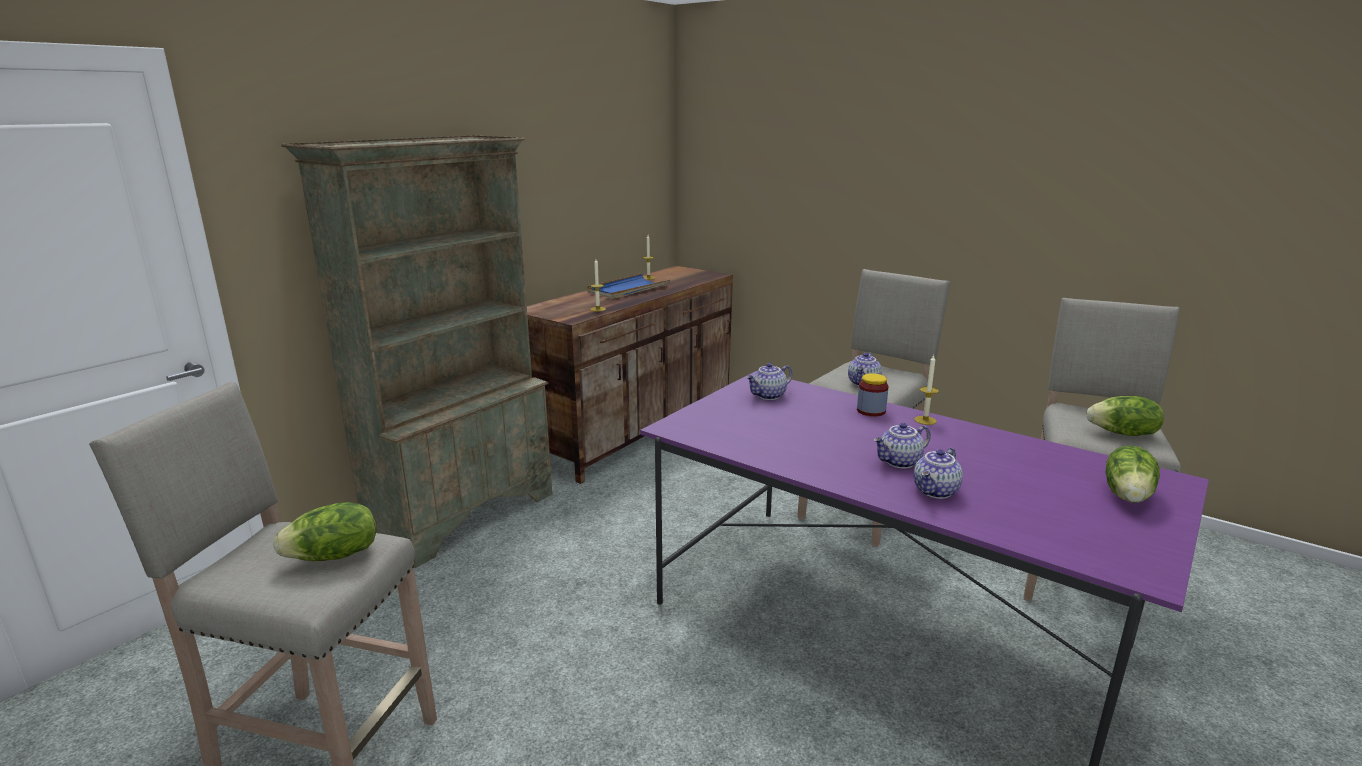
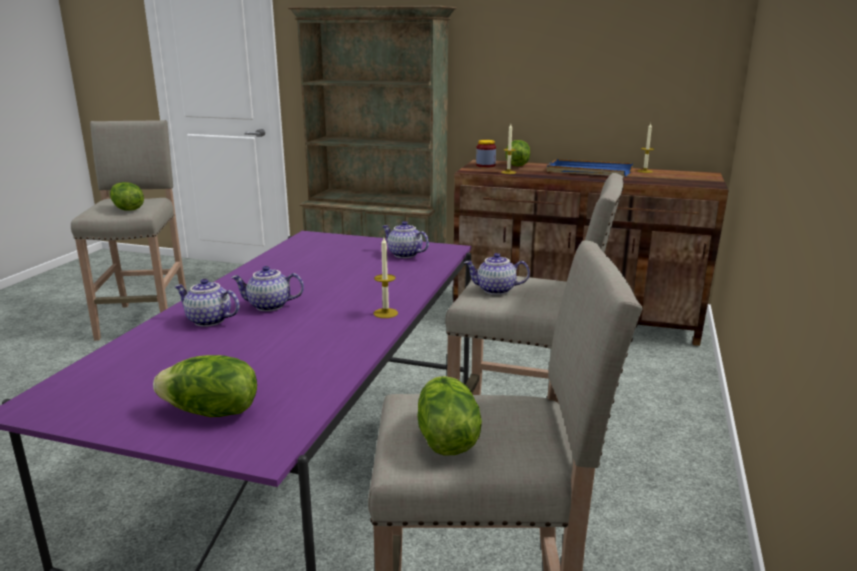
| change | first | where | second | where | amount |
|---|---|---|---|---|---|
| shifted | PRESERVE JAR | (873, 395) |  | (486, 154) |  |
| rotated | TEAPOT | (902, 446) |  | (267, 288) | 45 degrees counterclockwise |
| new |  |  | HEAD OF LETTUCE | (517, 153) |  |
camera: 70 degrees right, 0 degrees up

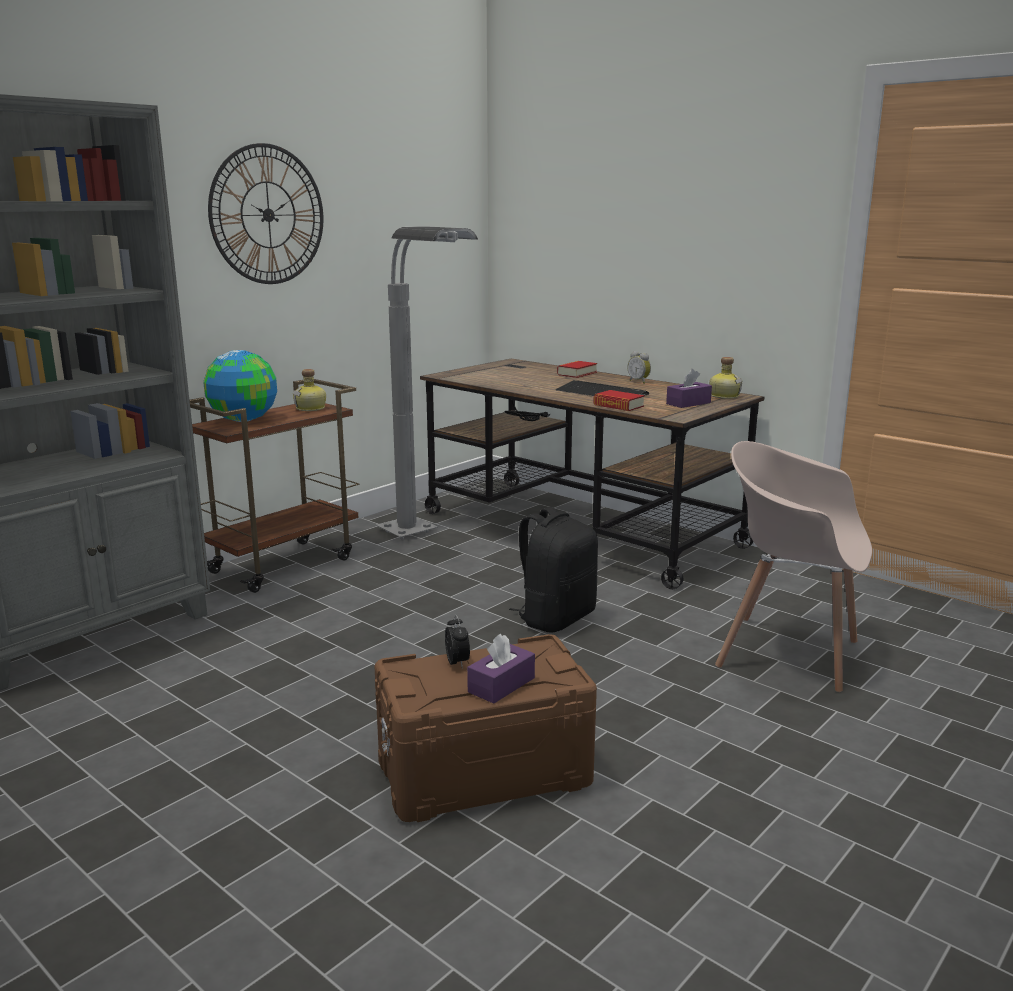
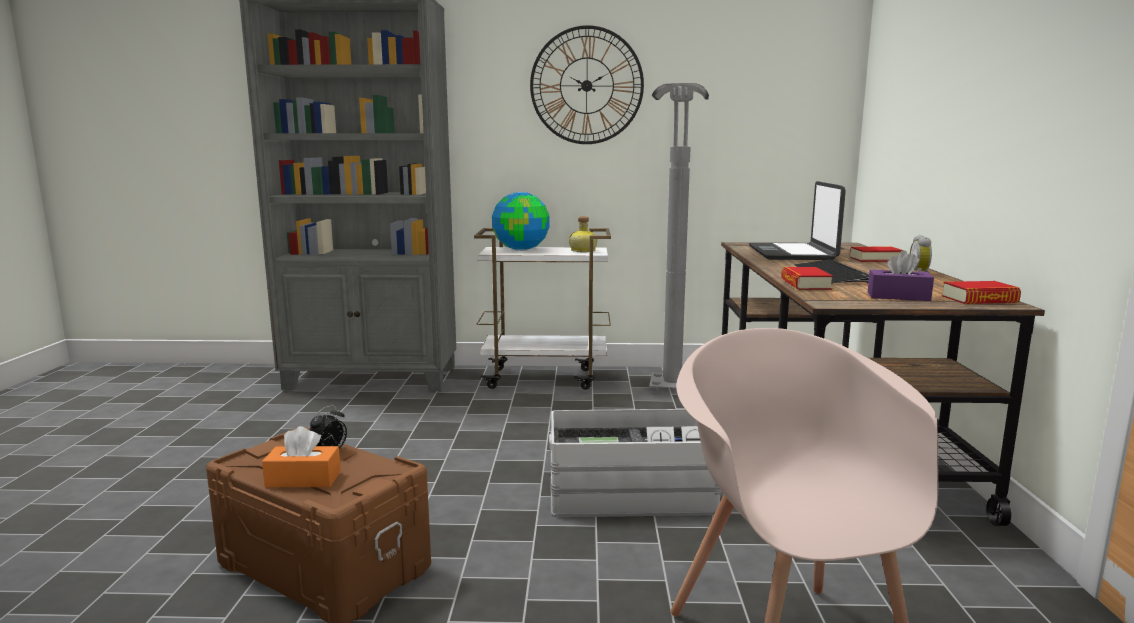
| change | first | where | second | where | amount |
|---|---|---|---|---|---|
| swapped | BOTTLE | (726, 378) | BOUND BOOK | (981, 292) |  |
| repainted | BROWN-COLOURED CART | (274, 486) | WHITISH CART | (542, 309) |  |
| swapped | BLACK BACKPACK | (553, 569) | GREY STORAGE BOX | (635, 463) |  |
| repainted | PURPLISH TISSUE HOLDER | (501, 668) | ORANGE-COLOURED TISSUE HOLDER | (301, 456) |  |
| new |  |  | PORTABLE COMPUTER | (797, 220) |  |
camera: 50 degrees right, 5 degrees down

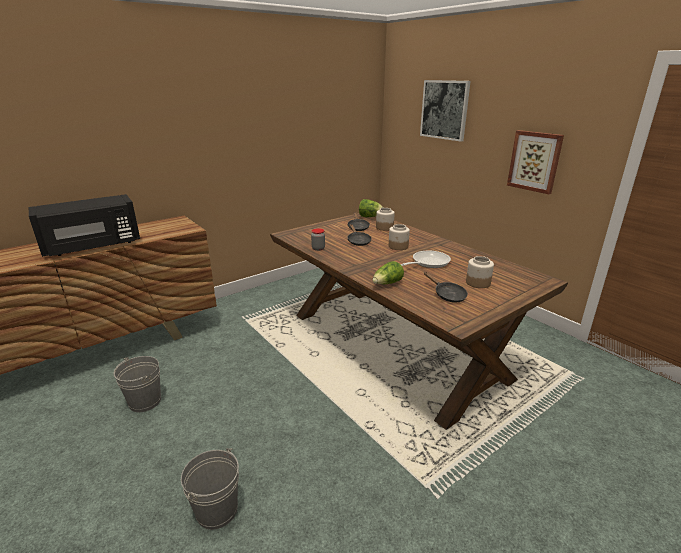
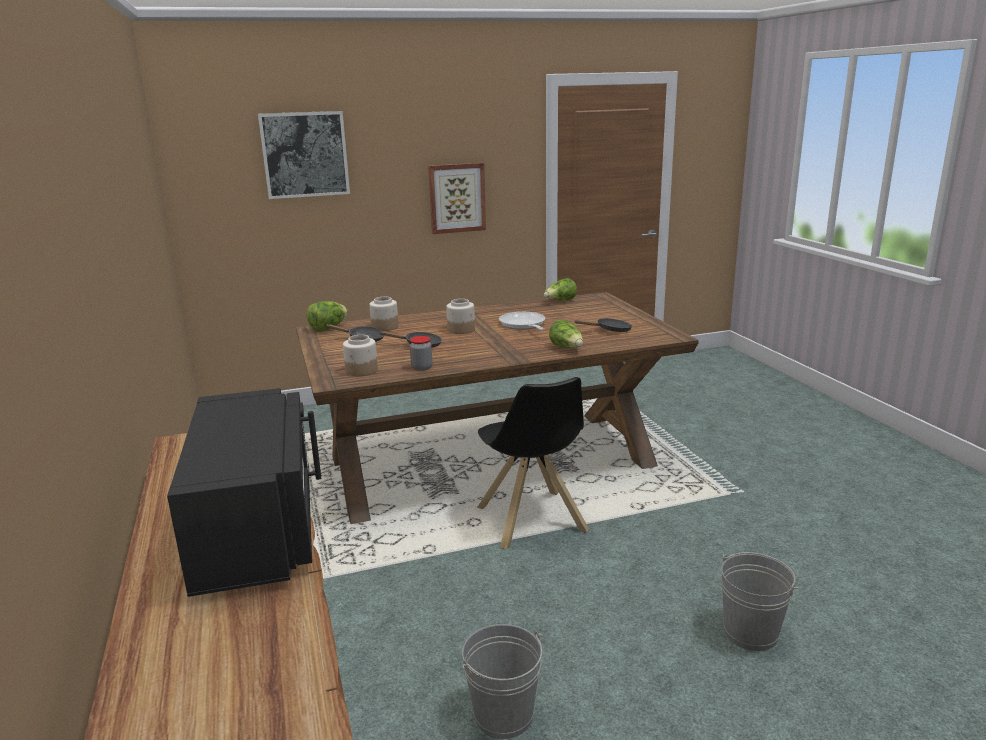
| change | first | where | second | where | amount |
|---|---|---|---|---|---|
| shifted | PRESERVE JAR | (480, 272) |  | (360, 355) |  |
| new |  |  | HEAD OF LETTUCE | (560, 289) |  |
| new |  |  | BLACK CHAIR | (533, 463) |  |
camera: 70 degrees left, 5 degrees down

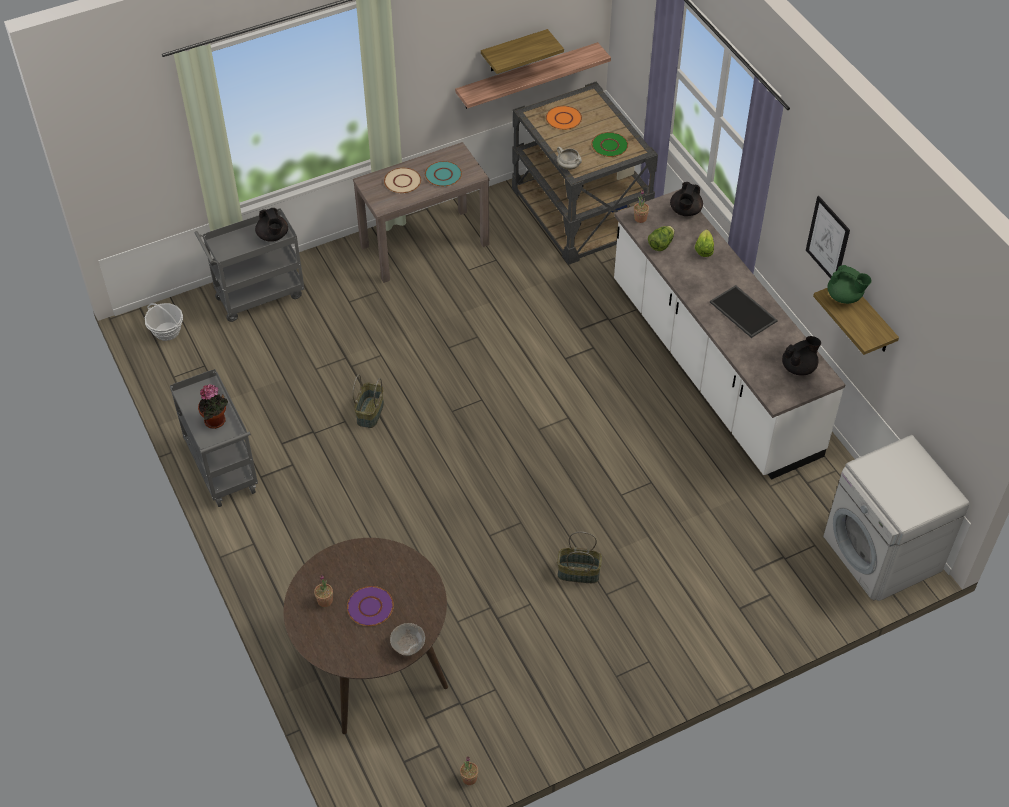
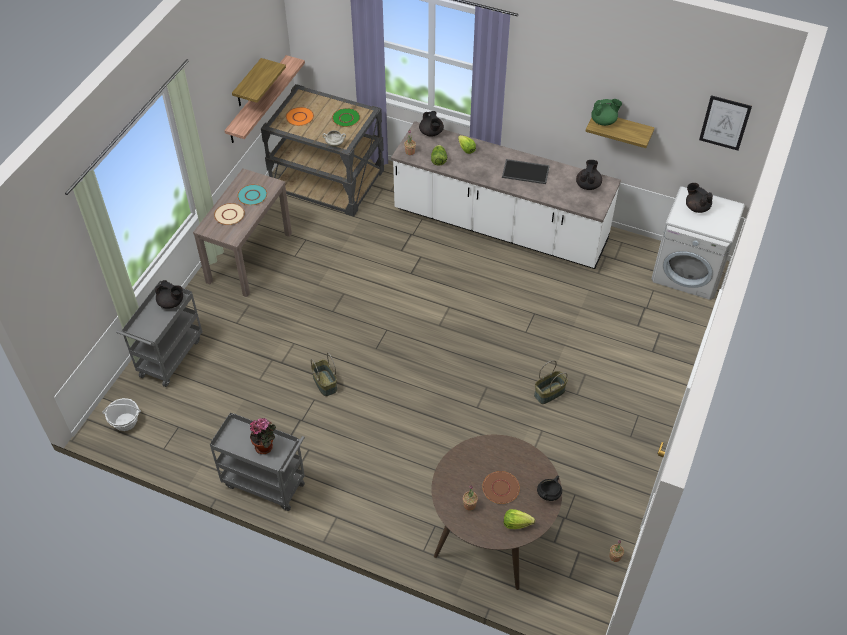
| change | first | where | second | where | amount |
|---|---|---|---|---|---|
| shifted | PICTURE | (828, 237) |  | (725, 123) |  |
| repainted | PURPLISH FLAT DISH | (370, 606) | BROWN-COLOURED FLAT DISH | (501, 487) |  |
| swapped | GREY SERVING BOWL | (407, 639) | BLACK COOKING POT | (549, 488) |  |
| new |  |  | BLACK TEAPOT | (699, 198) |  |
| new |  |  | HEAD OF LETTUCE | (519, 519) |  |
camera: 40 degrees left, 0 degrees up

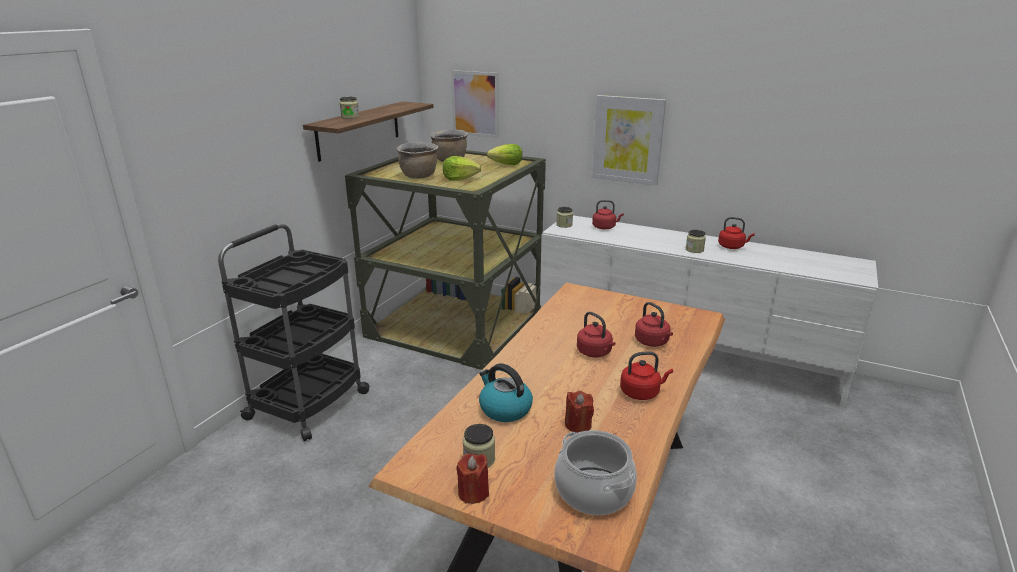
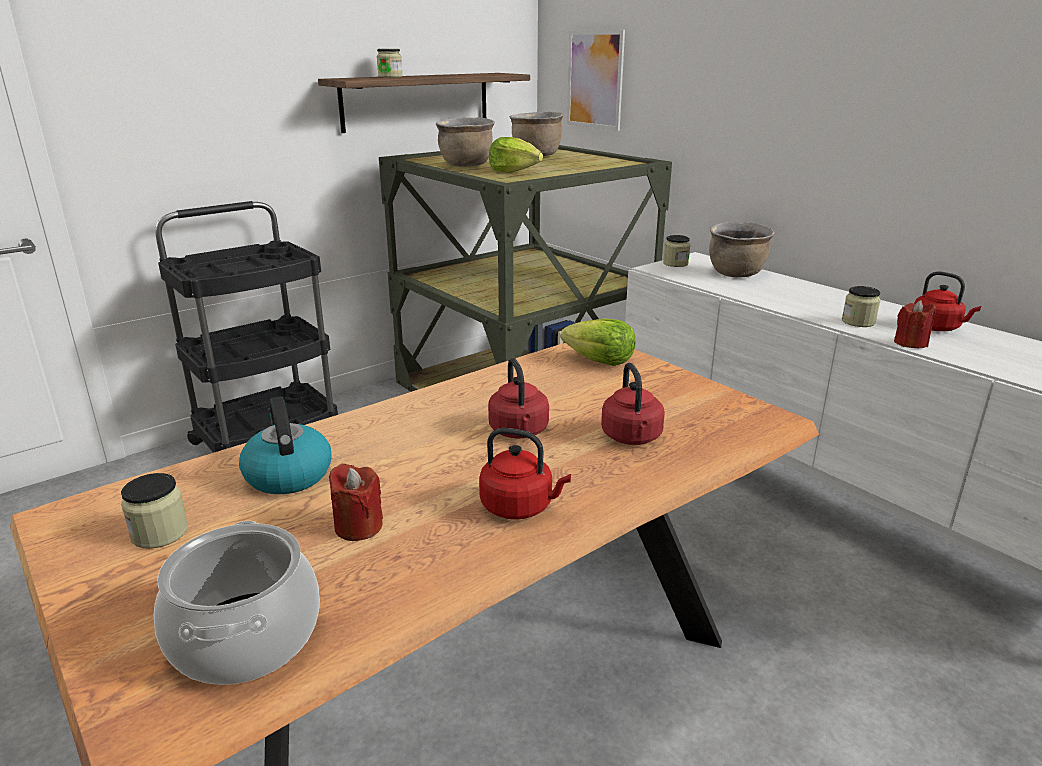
| change | first | where | second | where | amount |
|---|---|---|---|---|---|
| gone | PICTURE | (629, 140) |  |  |  |
| shifted | HEAD OF LETTUCE | (504, 154) |  | (598, 342) |  |
| swapped | RED-COLOURED WATER KETTLE | (608, 214) | BROWN-COLOURED COOKING POT | (742, 249) |  |
| shifted | RED-COLOURED WAX CANDLE | (472, 478) |  | (915, 324) |  |
camera: 25 degrees right, 0 degrees up

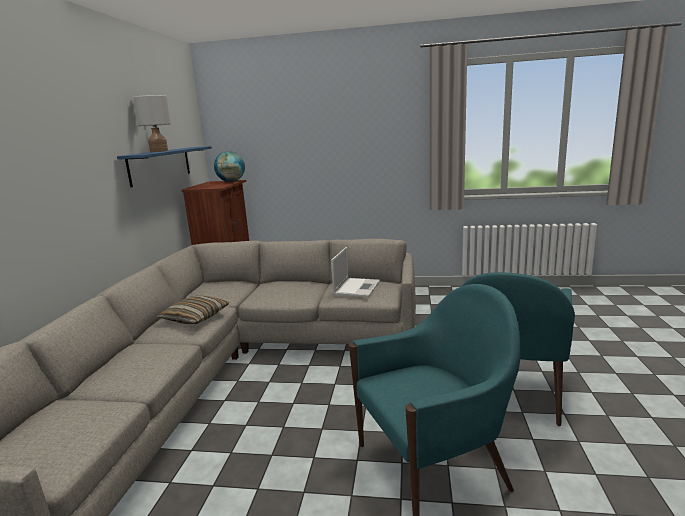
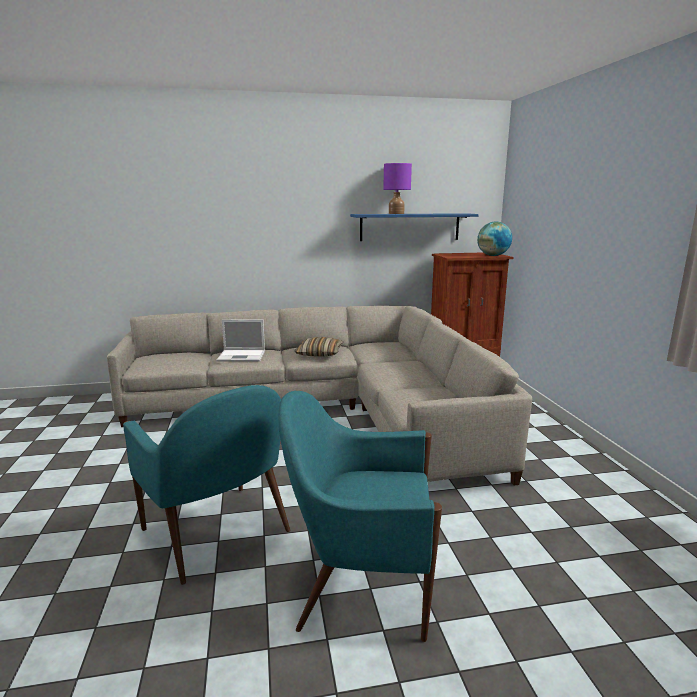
| change | first | where | second | where | amount |
|---|---|---|---|---|---|
| repainted | GREY TABLE LAMP | (152, 123) | PURPLISH TABLE LAMP | (397, 188) |  |
| shifted | PORTABLE COMPUTER | (355, 272) |  | (240, 341) |  |
camera: 70 degrees right, 0 degrees up

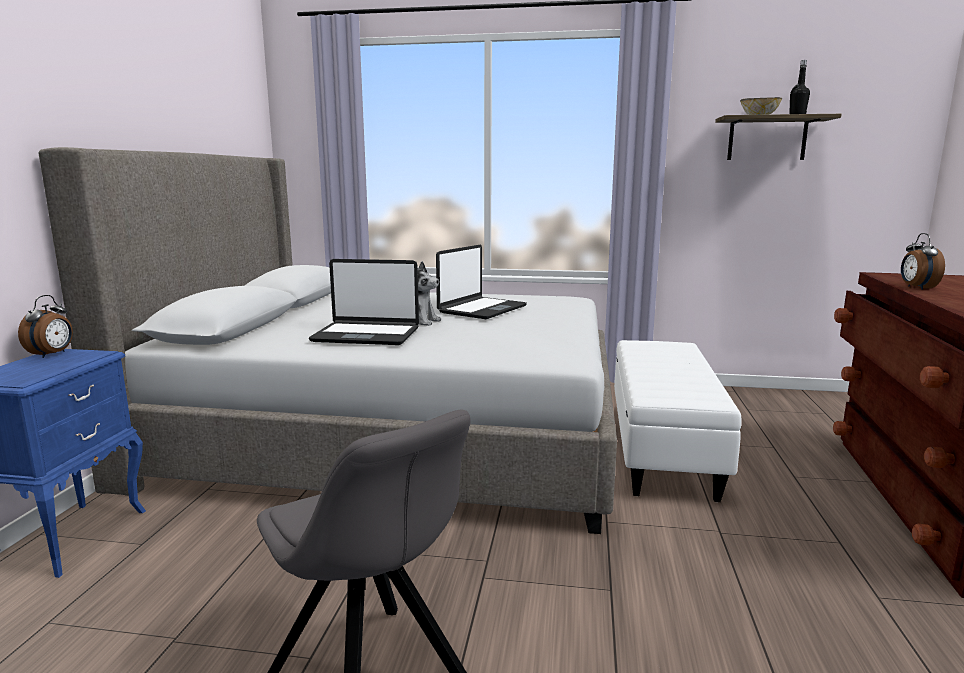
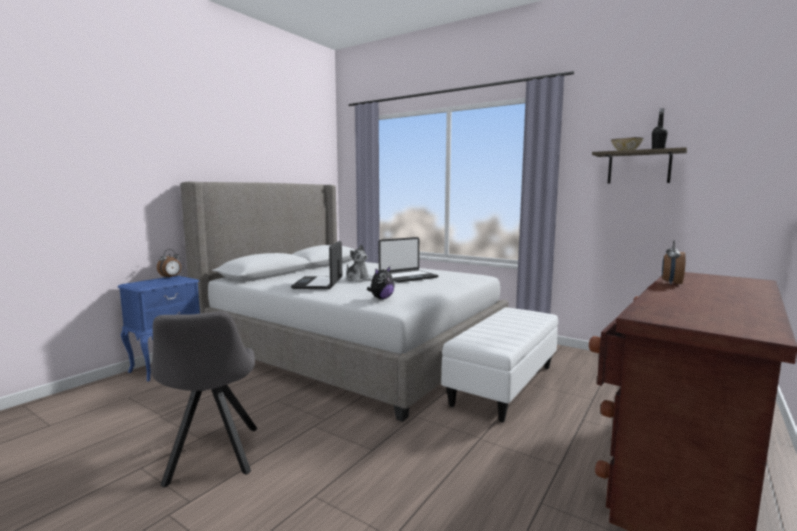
| change | first | where | second | where | amount |
|---|---|---|---|---|---|
| rotated | PORTABLE COMPUTER | (364, 302) |  | (317, 265) | 60 degrees clockwise |
| new |  |  | CUDDLY TOY | (380, 283) |  |
camera: 25 degrees right, 5 degrees down

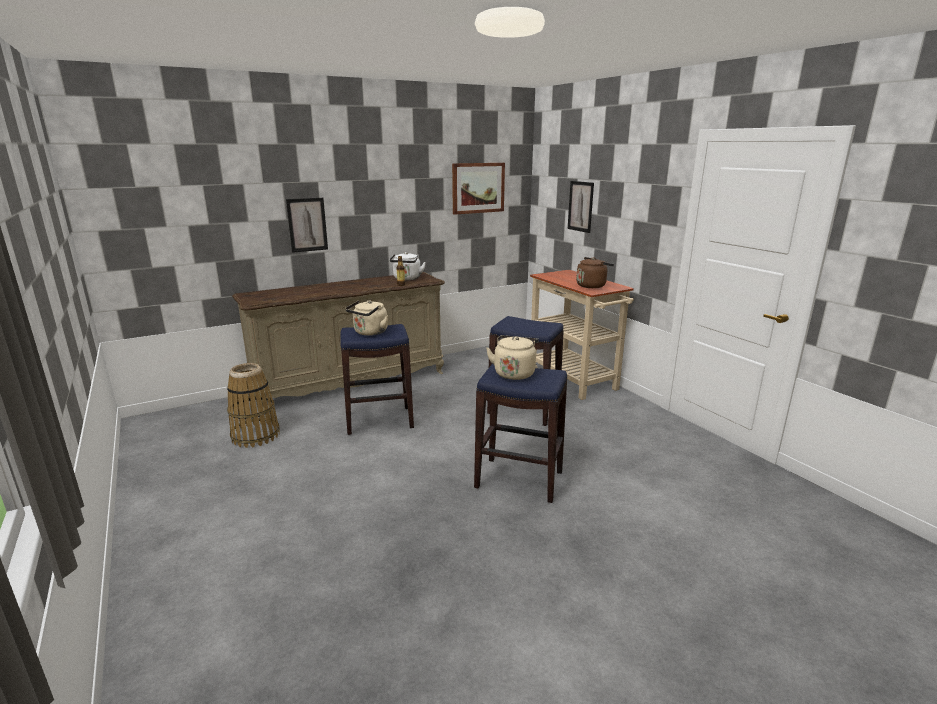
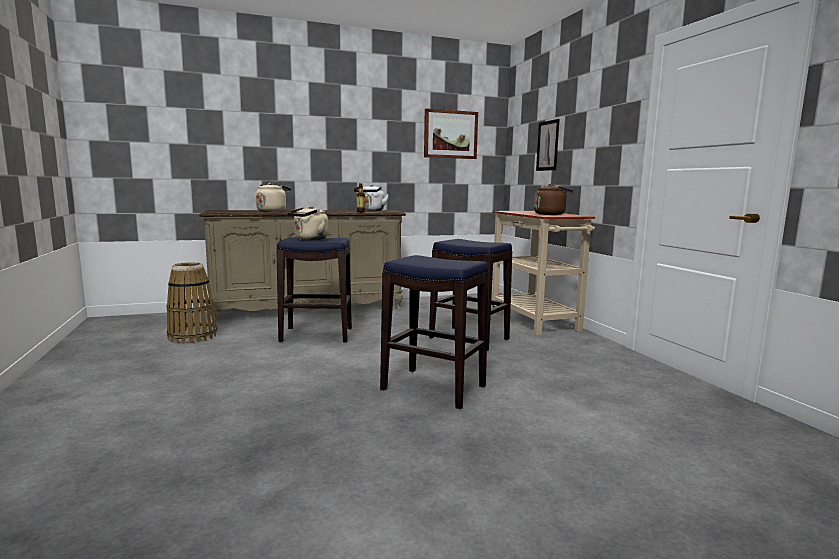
| change | first | where | second | where | amount |
|---|---|---|---|---|---|
| gone | PICTURE | (307, 225) |  |  |  |
| shifted | BEIGE WATER KETTLE | (512, 357) |  | (272, 197) |  |
camera: 10 degrees right, 10 degrees down

